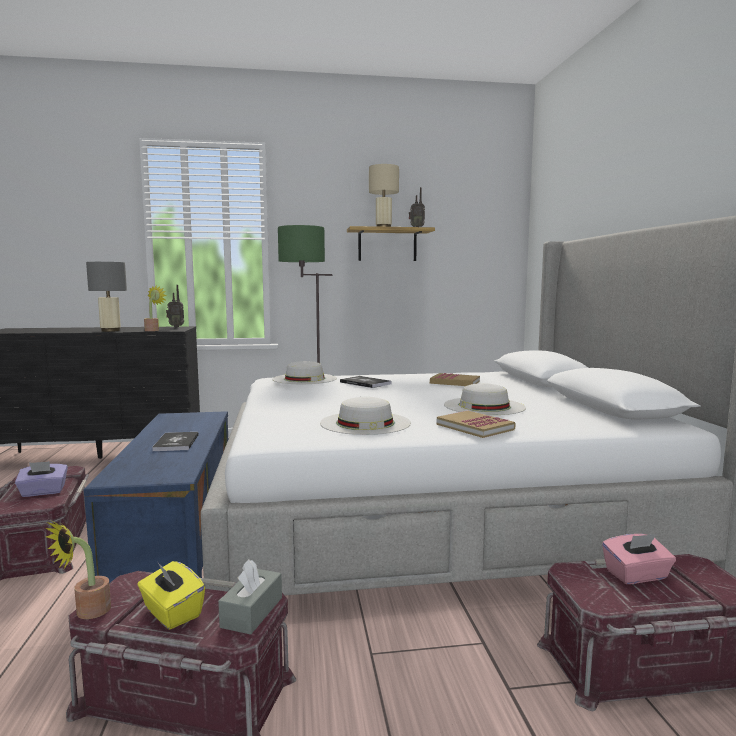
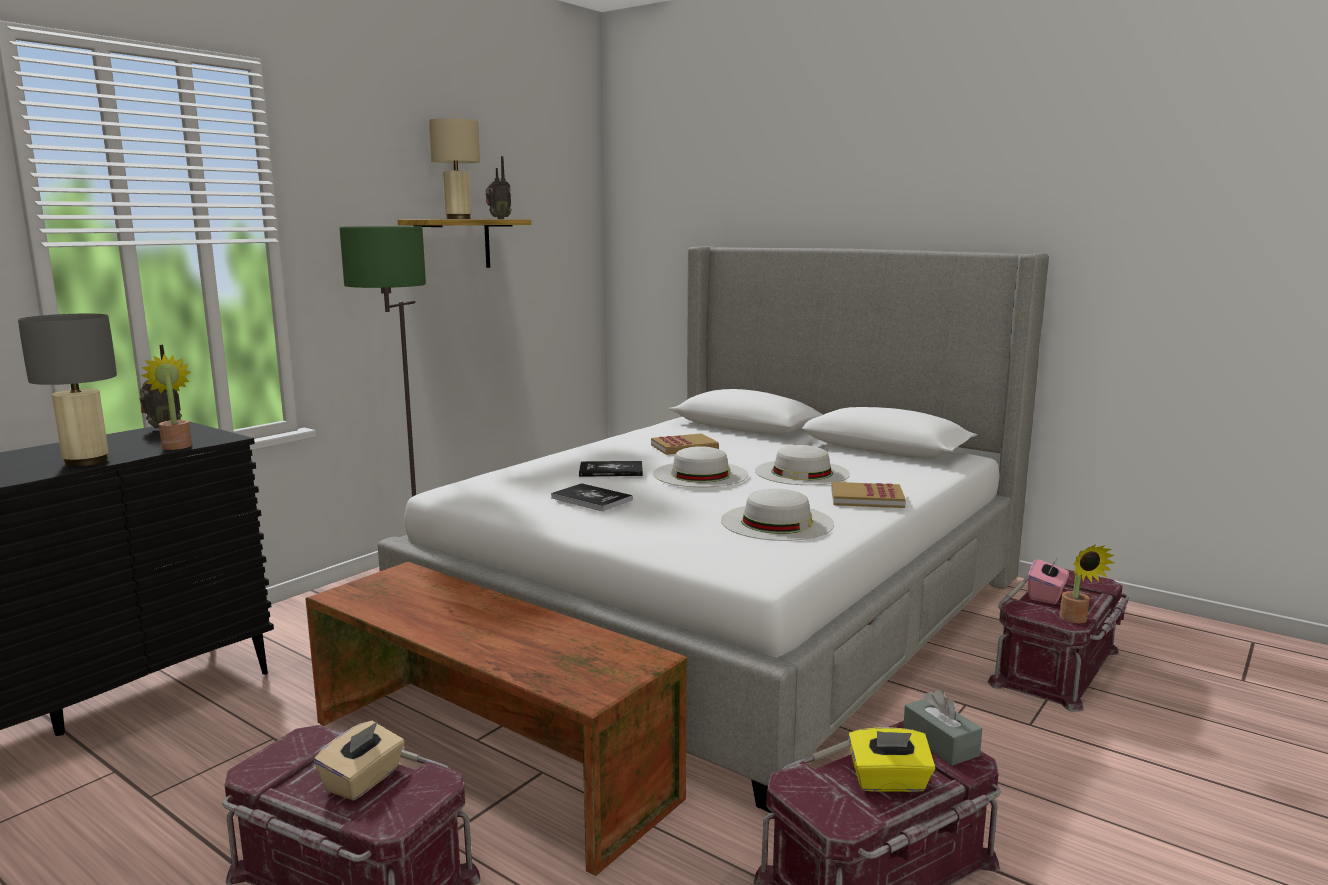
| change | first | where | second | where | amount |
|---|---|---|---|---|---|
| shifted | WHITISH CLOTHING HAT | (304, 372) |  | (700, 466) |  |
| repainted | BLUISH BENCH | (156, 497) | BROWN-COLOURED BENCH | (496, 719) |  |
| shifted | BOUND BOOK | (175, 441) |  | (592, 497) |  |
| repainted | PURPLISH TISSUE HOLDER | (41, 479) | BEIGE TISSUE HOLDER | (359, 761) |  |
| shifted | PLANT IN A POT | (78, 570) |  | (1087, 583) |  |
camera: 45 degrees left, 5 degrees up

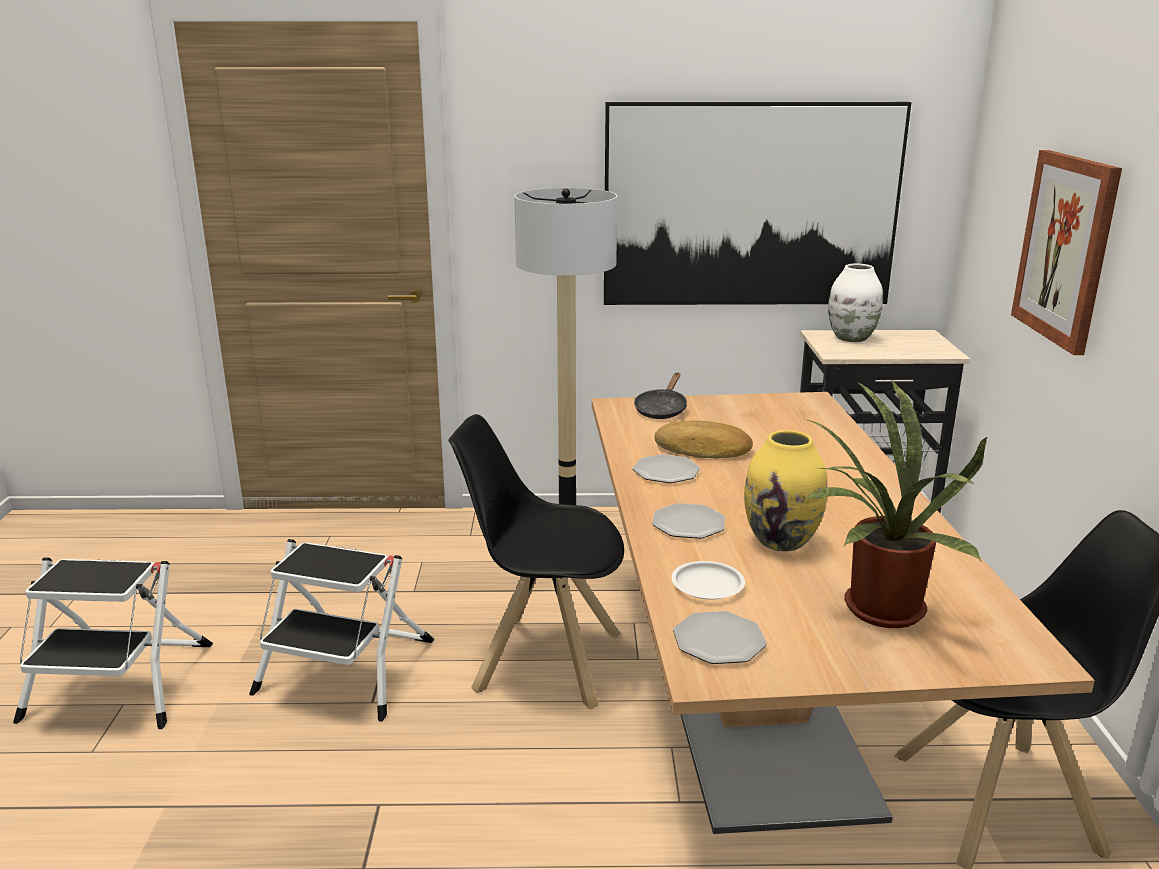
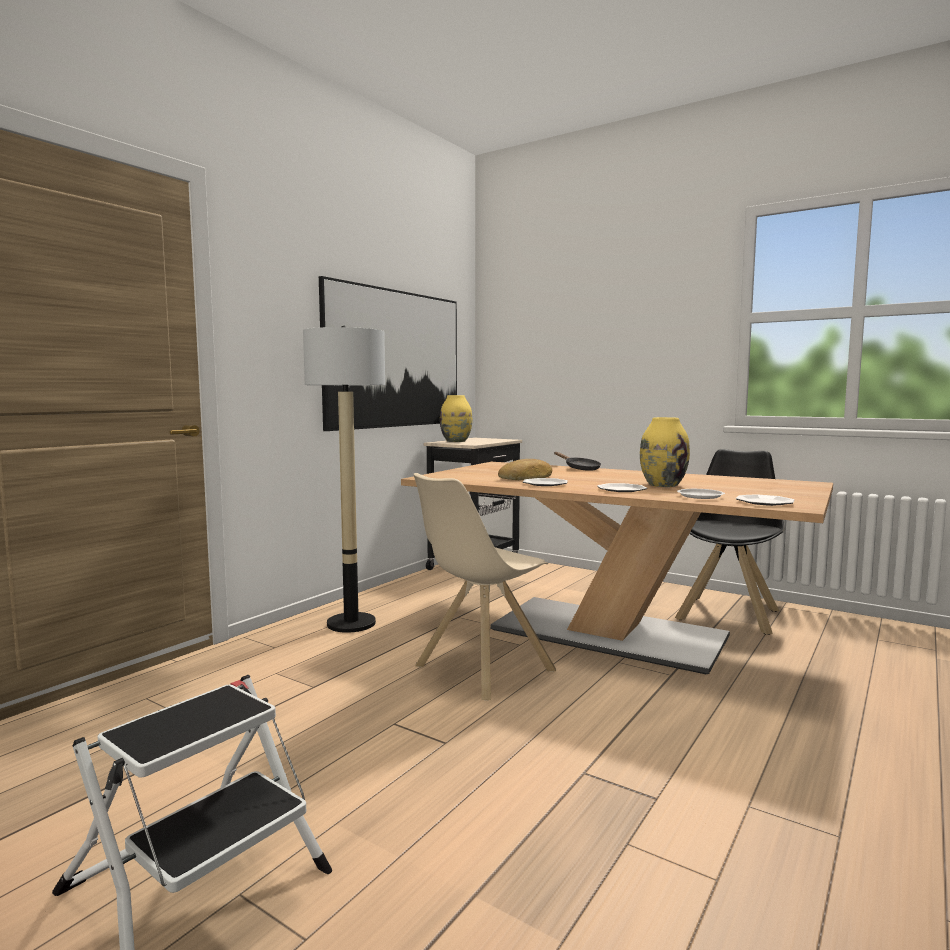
| change | first | where | second | where | amount |
|---|---|---|---|---|---|
| gone | PICTURE | (1066, 252) |  |  |  |
| repainted | WHITISH VASE | (855, 303) | YELLOW VASE | (456, 418) |  |
| shifted | BLACK SKILLET | (660, 396) |  | (577, 461) |  |
| gone | PLANT IN A POT | (895, 503) |  |  |  |
| repainted | BLACK CHAIR | (536, 561) | BEIGE CHAIR | (485, 587) |  |
| gone | STEP LADDER | (341, 630) |  |  |  |
camera: 55 degrees left, 15 degrees down

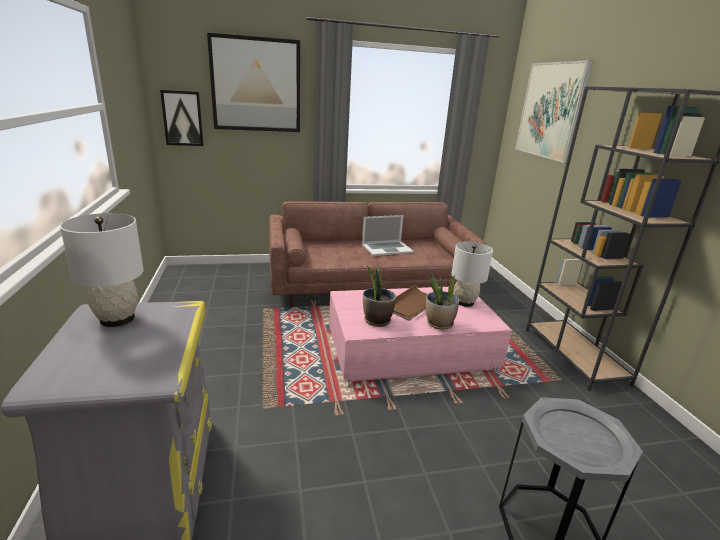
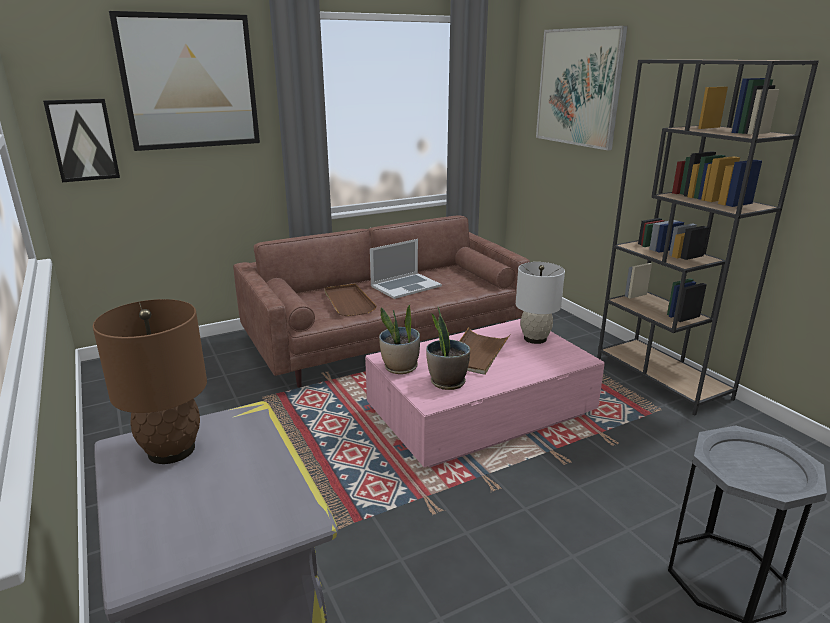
| change | first | where | second | where | amount |
|---|---|---|---|---|---|
| repainted | WHITISH TABLE LAMP | (102, 270) | BROWN-COLOURED TABLE LAMP | (150, 381) |  |
| shifted | PLANT IN A POT | (442, 302) |  | (399, 339) |  |
| new |  |  | BROWN-COLOURED TRAY | (350, 299) |  |
camera: 15 degrees left, 0 degrees up

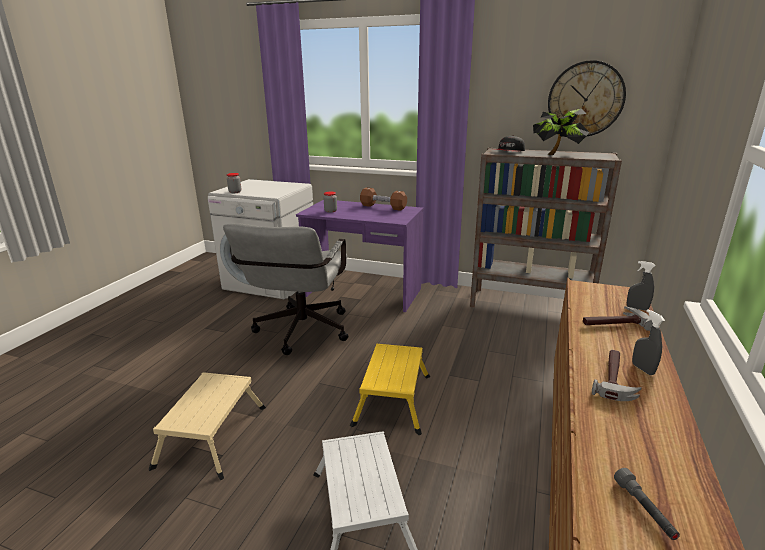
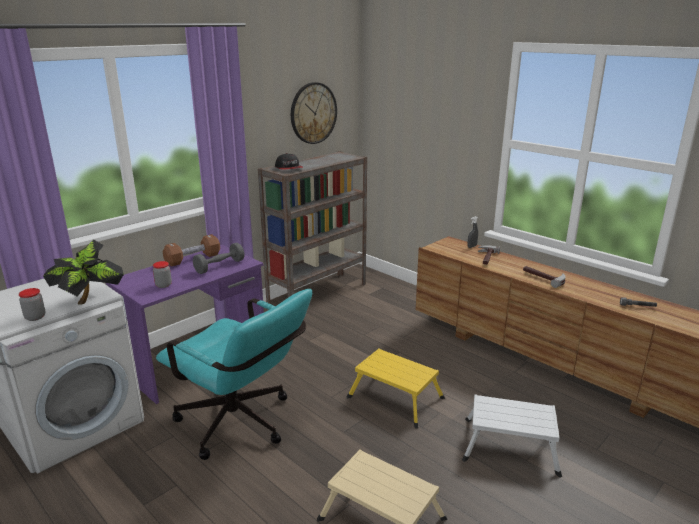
| change | first | where | second | where | amount |
|---|---|---|---|---|---|
| shifted | PLANT IN A POT | (561, 132) |  | (83, 272) |  |
| repainted | GREY COMPUTER CHAIR | (285, 289) | TURQUOISE-COLOURED COMPUTER CHAIR | (234, 374) |  |
| gone | GREY SPRAYER | (648, 342) |  |  |  |
| new |  |  | GREY FREE WEIGHT | (218, 258) |  |
camera: 65 degrees left, 0 degrees up

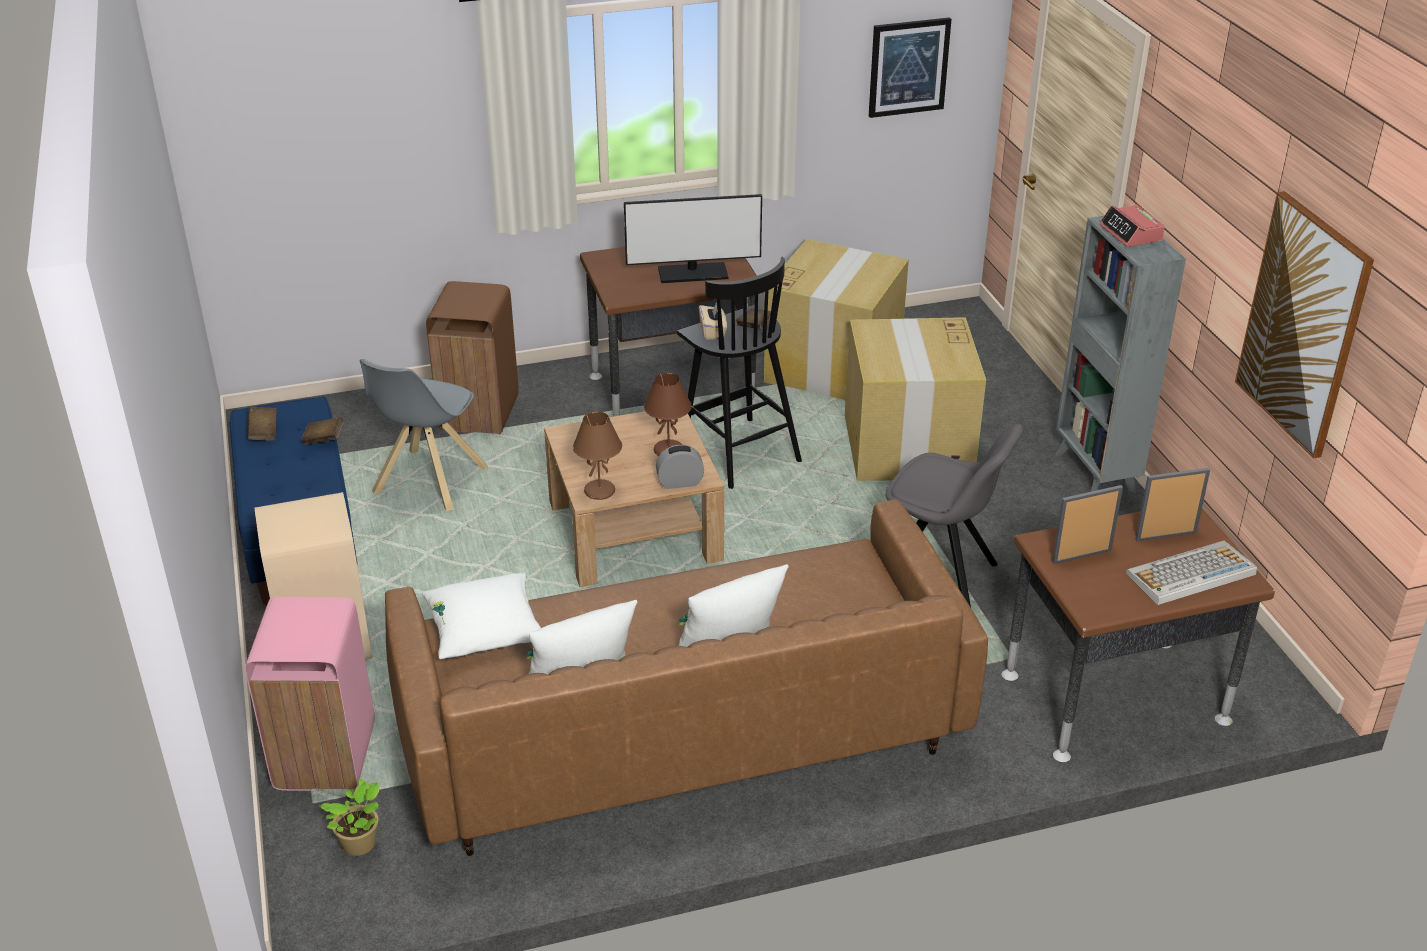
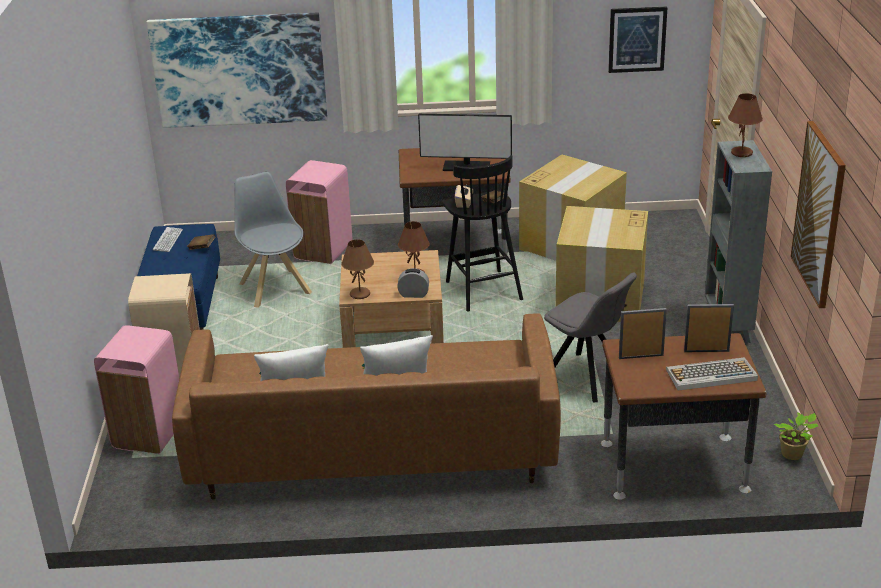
| change | first | where | second | where | amount |
|---|---|---|---|---|---|
| swapped | ALARM CLOCK | (1132, 226) | BROWN-COLOURED TABLE LAMP | (745, 125) |  |
| repainted | BROWN-COLOURED RUBBISH BIN | (472, 357) | PINK RUBBISH BIN | (319, 212) |  |
| rotated | GREY CHAIR | (424, 435) |  | (273, 240) | 120 degrees clockwise |
| swapped | BROWN-COLOURED BOUND BOOK | (262, 424) | KEYBOARD | (168, 239) |  |
| gone | WHITISH PILLOW | (481, 616) |  |  |  |
| shifted | PLANT IN A POT | (349, 817) |  | (796, 436) |  |
| new |  |  | PICTURE | (237, 70) |  |
camera: 15 degrees right, 5 degrees down

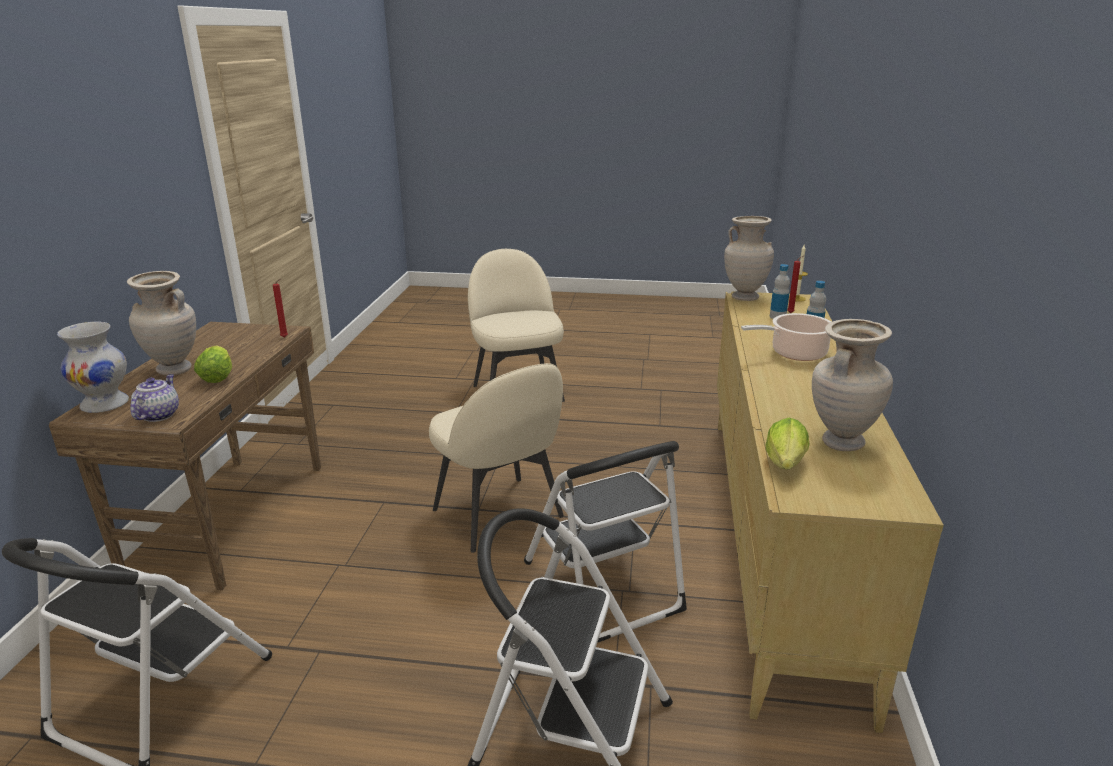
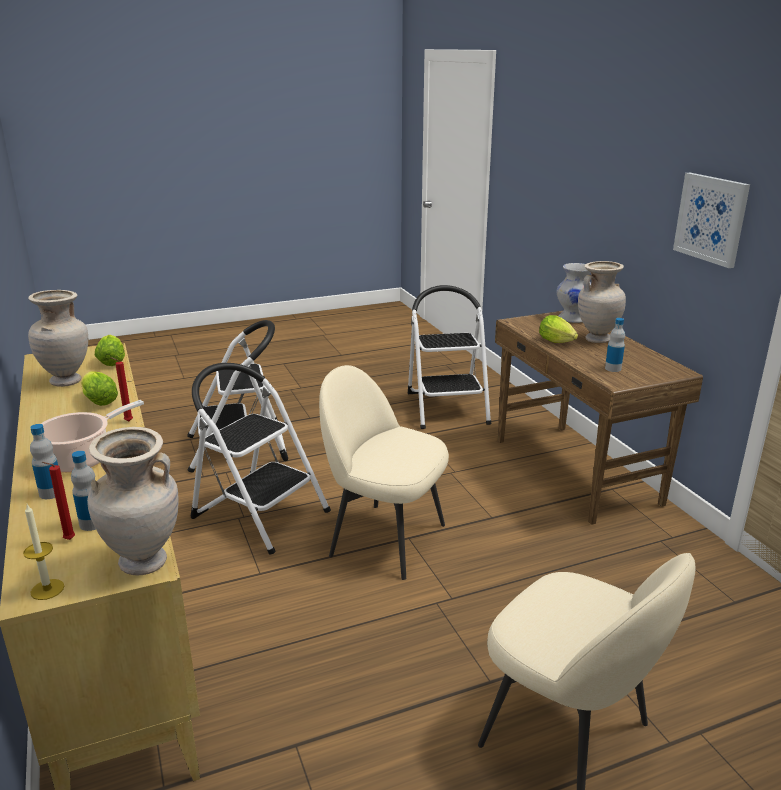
| change | first | where | second | where | amount |
|---|---|---|---|---|---|
| shifted | RED-COLOURED WAX CANDLE | (280, 308) |  | (121, 389) |  |
| gone | TEAPOT | (154, 398) |  |  |  |
| new |  |  | PICTURE | (711, 220) |  |
| new |  |  | BOTTLE | (615, 345) |  |
| new |  |  | HEAD OF LETTUCE | (99, 388) |  |
camera: 150 degrees right, 0 degrees up

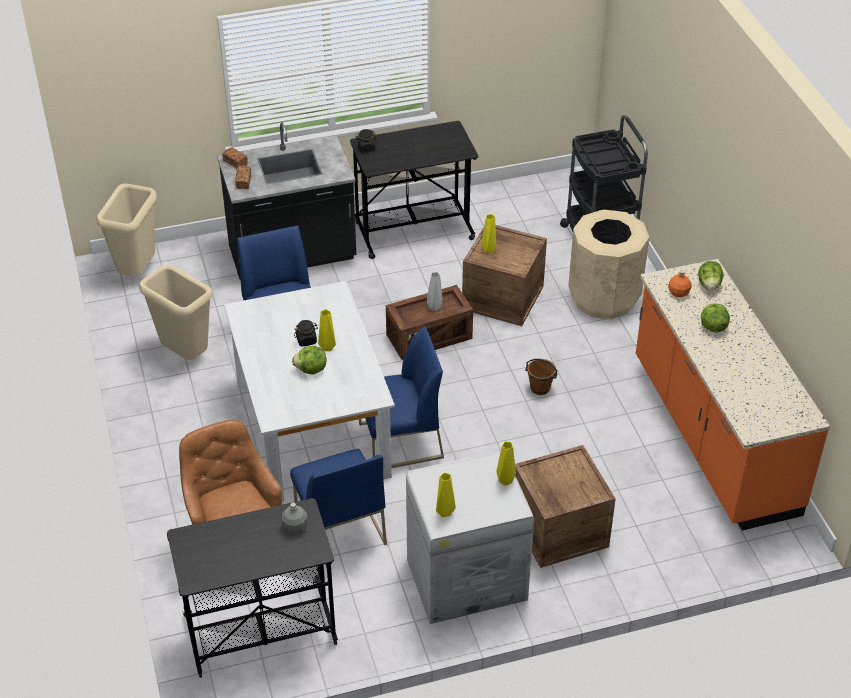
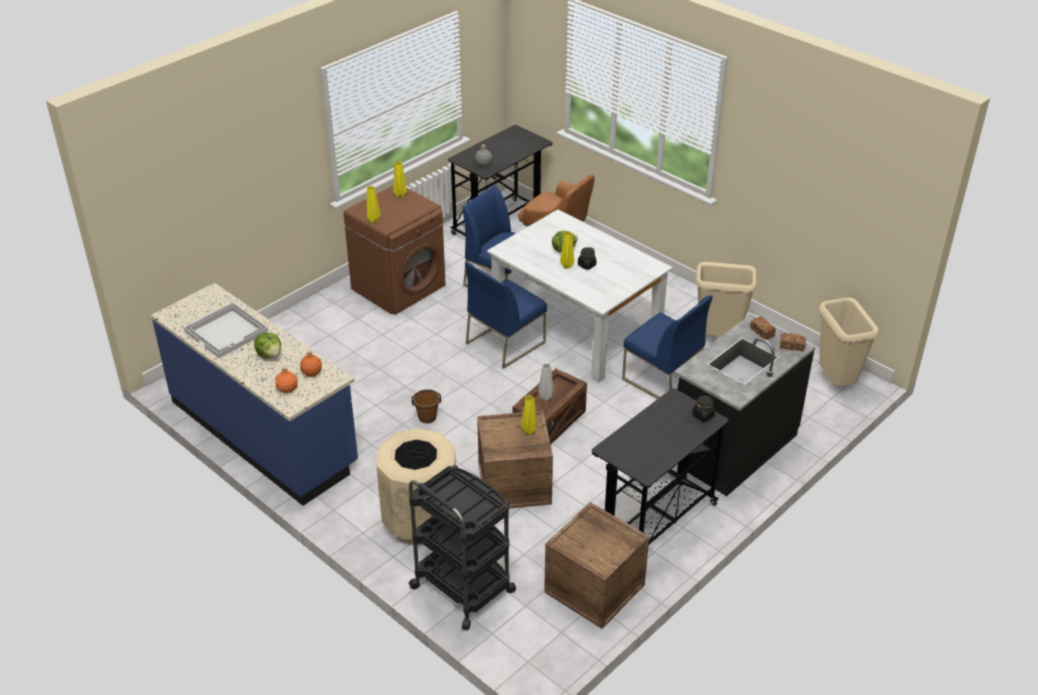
| change | first | where | second | where | amount |
|---|---|---|---|---|---|
| repainted | ORANGE-COLOURED KITCHEN COUNTER | (733, 395) | BLUISH KITCHEN COUNTER | (254, 394) |  |
| swapped | HEAD OF LETTUCE | (710, 276) | ORANGE-COLOURED BOTTLE | (286, 379) |  |
| shifted | CRATE | (565, 506) |  | (596, 565) |  |
| repainted | WHITISH WASHING MACHINE | (470, 537) | BROWN-COLOURED WASHING MACHINE | (394, 250) |  |
| new |  |  | WHITISH TRAY | (226, 330) |  |
camera: 150 degrees right, 5 degrees down

